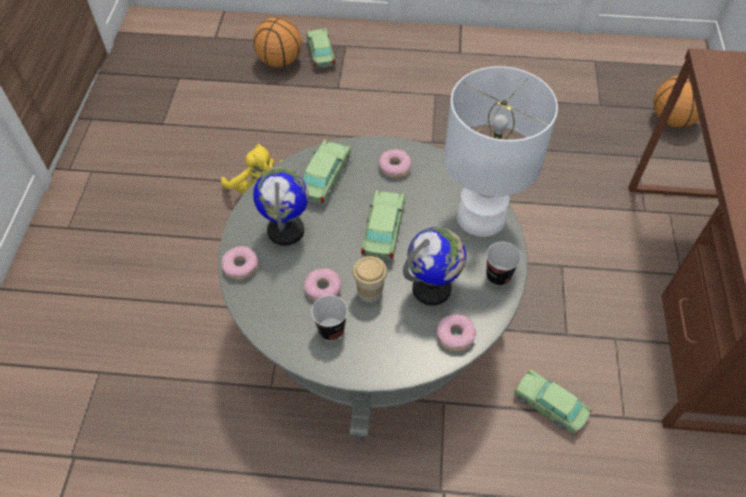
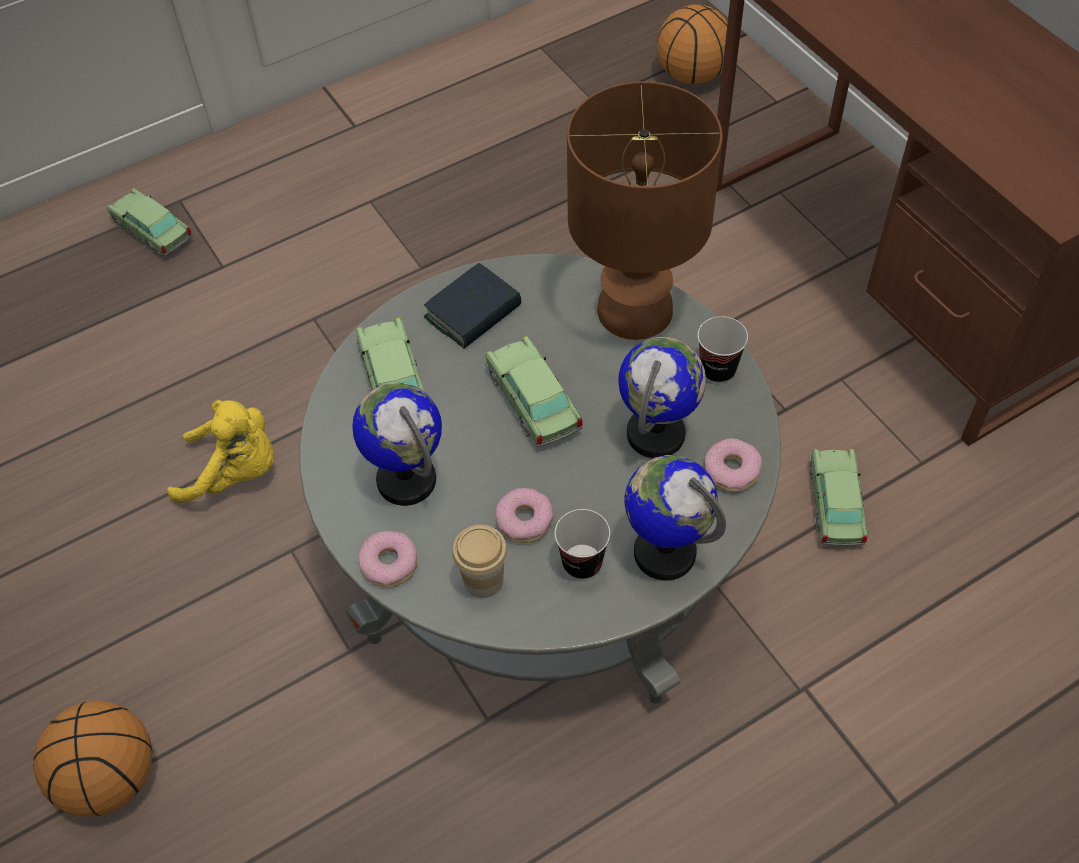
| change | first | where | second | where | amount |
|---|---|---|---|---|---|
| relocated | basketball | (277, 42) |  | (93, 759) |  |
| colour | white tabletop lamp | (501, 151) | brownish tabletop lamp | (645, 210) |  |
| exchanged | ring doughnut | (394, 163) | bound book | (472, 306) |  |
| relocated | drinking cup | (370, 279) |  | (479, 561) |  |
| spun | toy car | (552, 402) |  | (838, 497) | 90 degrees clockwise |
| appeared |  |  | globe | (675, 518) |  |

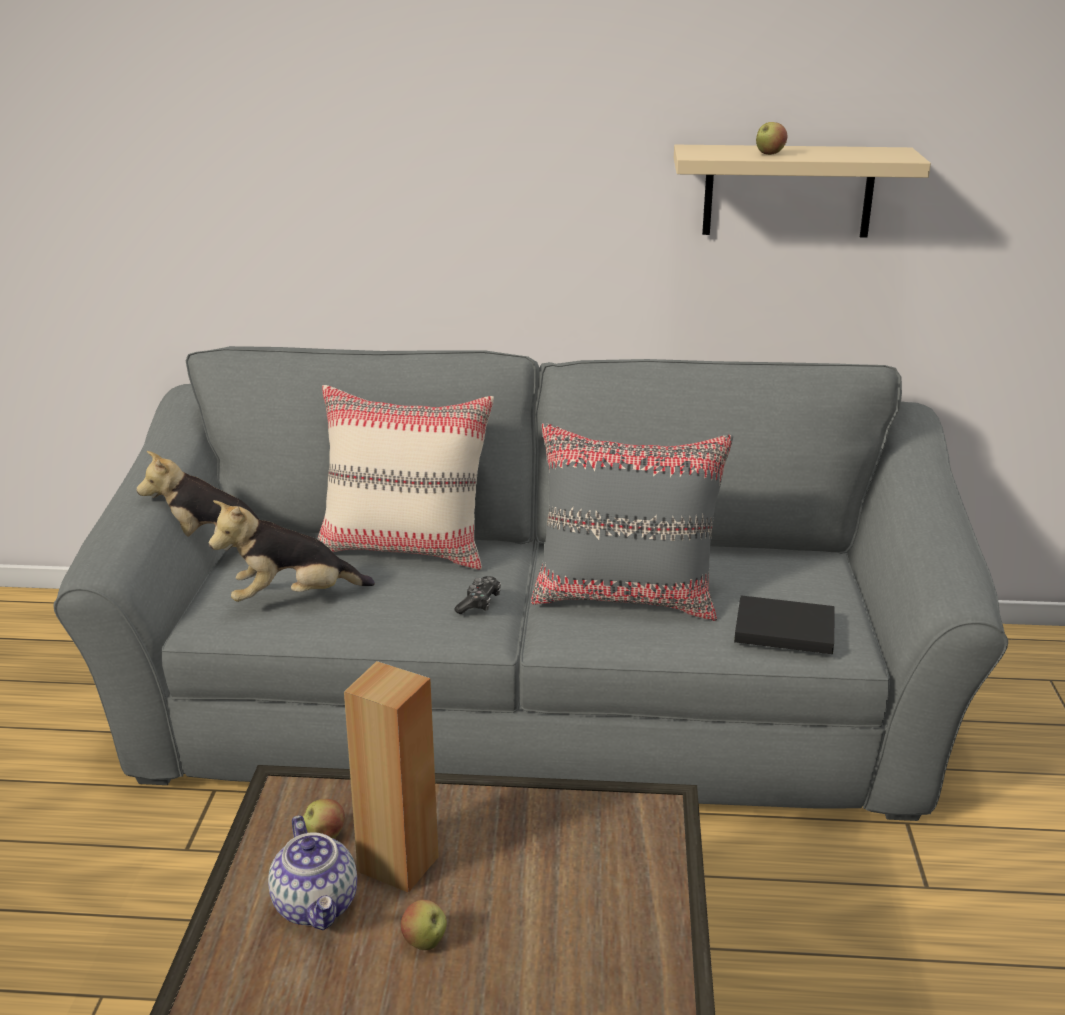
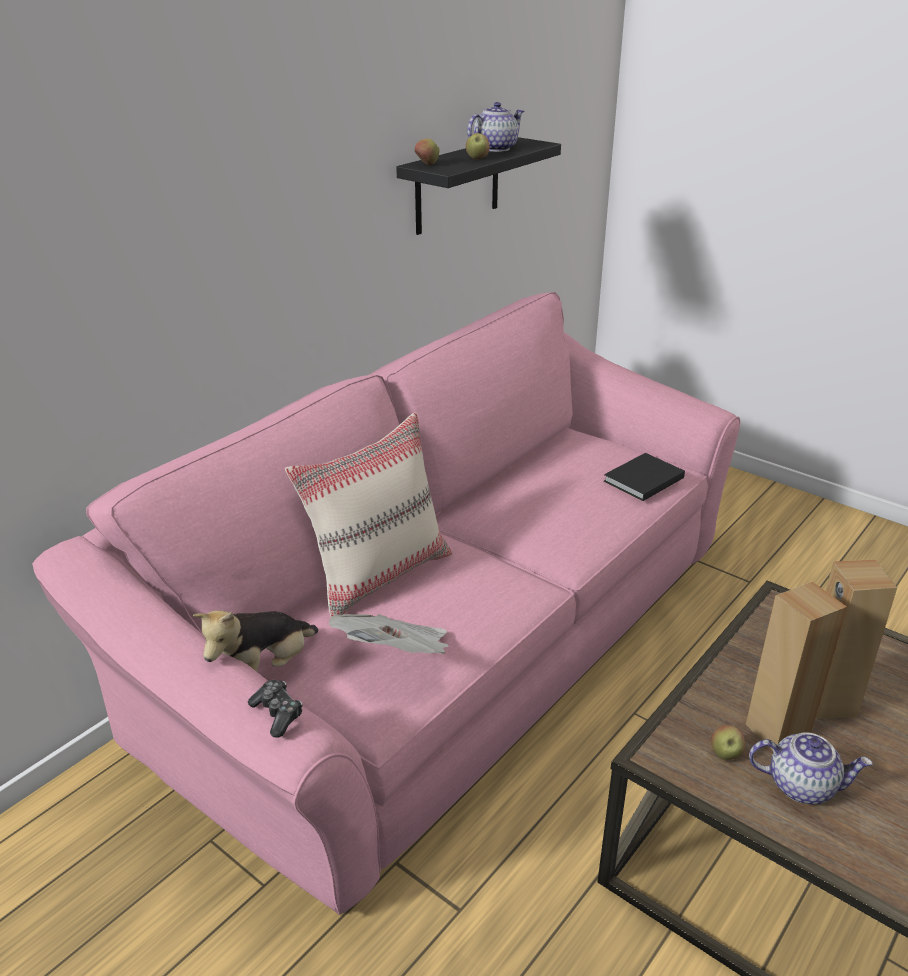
| change | first | where | second | where | amount |
|---|---|---|---|---|---|
| colour | beige-coloured wall shelf | (802, 191) | black-coloured wall shelf | (478, 186) |  |
| colour | grey settee | (530, 583) | pink-coloured settee | (386, 603) |  |
| missing | grey pillow | (632, 522) |  |  |  |
| exchanged | cuddly toy | (292, 551) | daily paper | (389, 634) |  |
| relocated | gamepad | (477, 595) |  | (275, 709) |  |
| relocated | apple | (424, 925) |  | (427, 152) |  |
| appeared |  |  | tea pot | (495, 127) |  |
| appeared |  |  | brownish loudspeaker | (856, 640) |  |

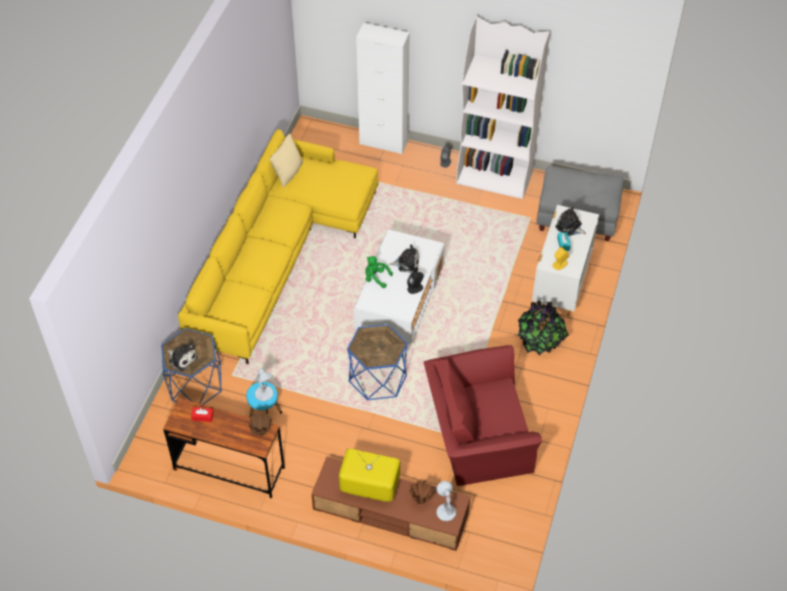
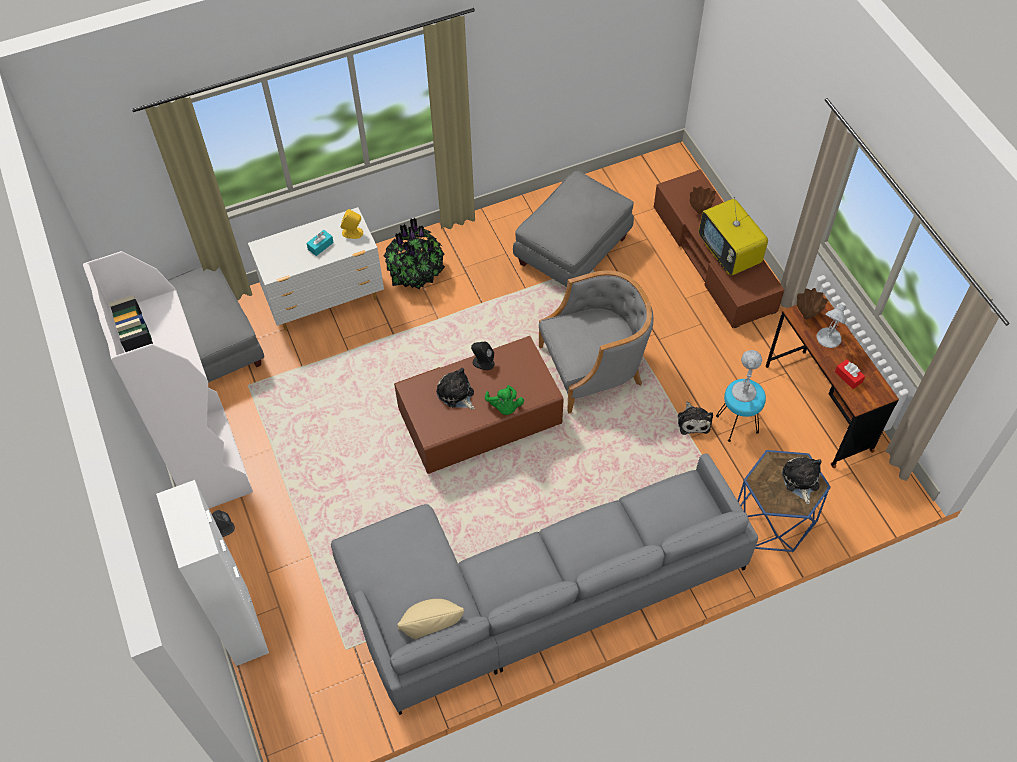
| change | first | where | second | where | amount |
|---|---|---|---|---|---|
| colour | yellow-coloured settee | (278, 247) | grey settee | (544, 584) |  |
| relocated | cuddly toy | (570, 221) |  | (695, 418) |  |
| colour | white low table | (399, 286) | brownish low table | (479, 405) |  |
| exchanged | blue-coloured end table | (377, 362) | grey easy chair | (596, 342) |  |
| exchanged | red easy chair | (483, 415) | grey footrest | (573, 228) |  |
| relocated | white tabletop lamp | (446, 501) |  | (831, 325) |  |

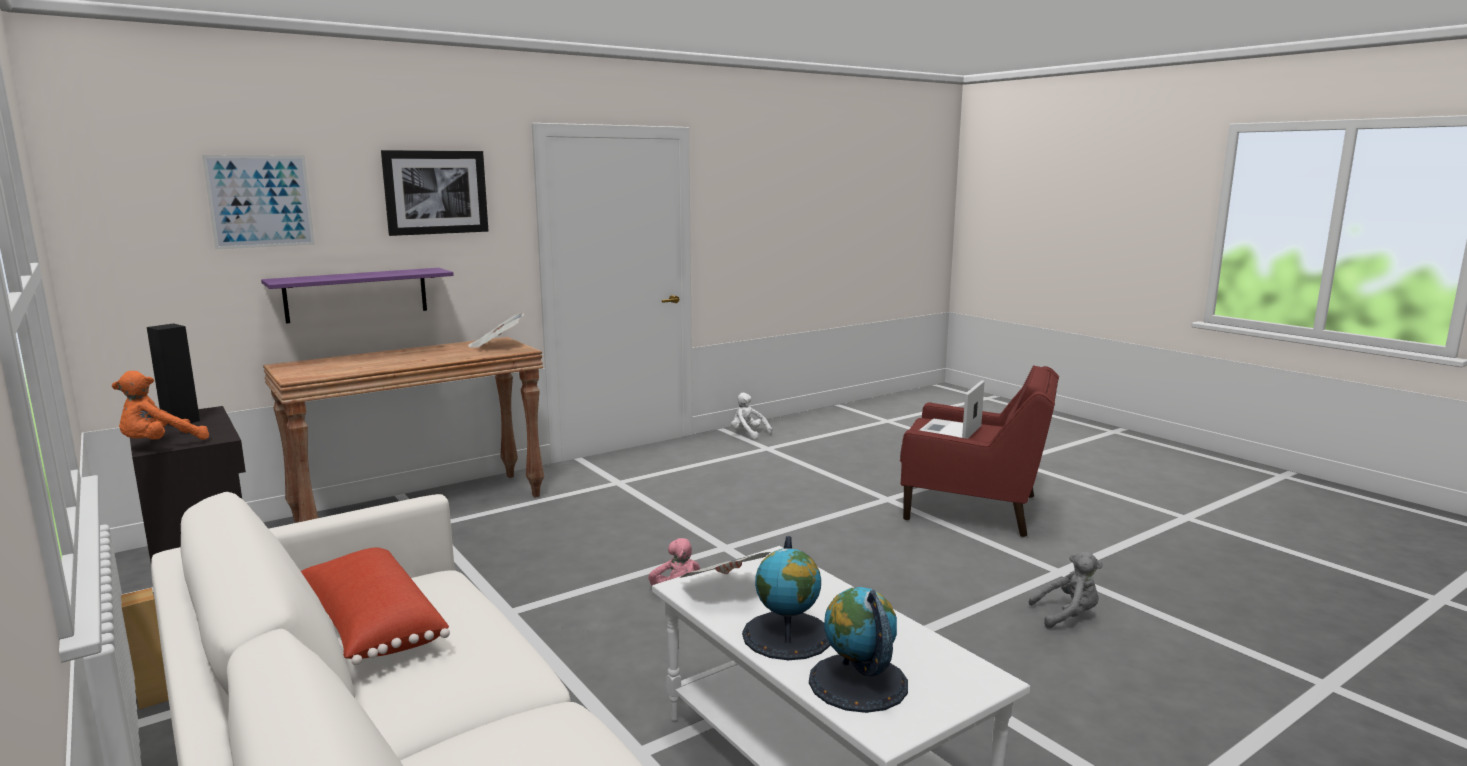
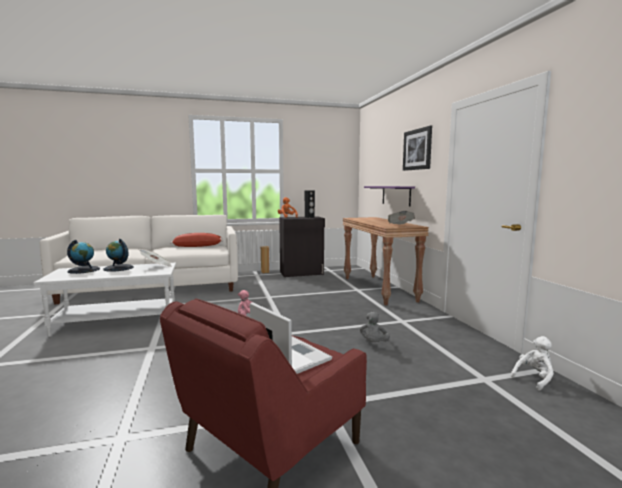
| change | first | where | second | where | amount |
|---|---|---|---|---|---|
| missing | wall art | (258, 202) |  |  |  |
| relocated | grey cuddly toy | (1065, 590) |  | (375, 327) |  |

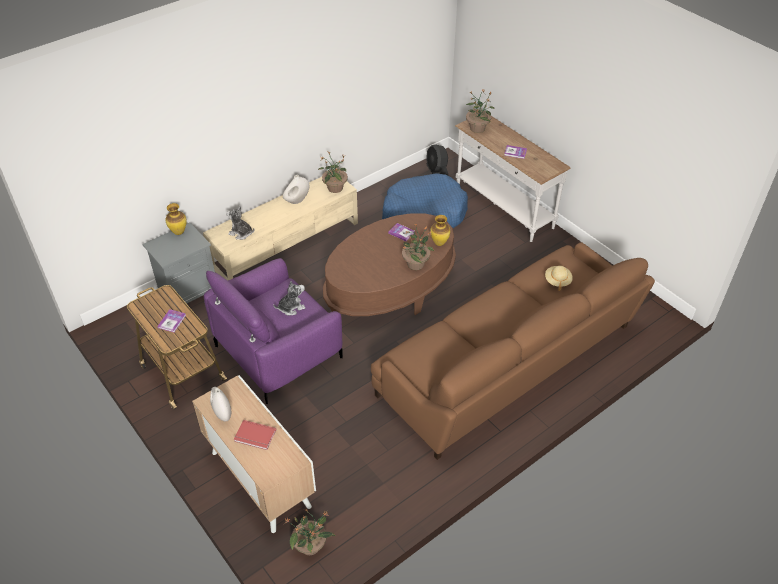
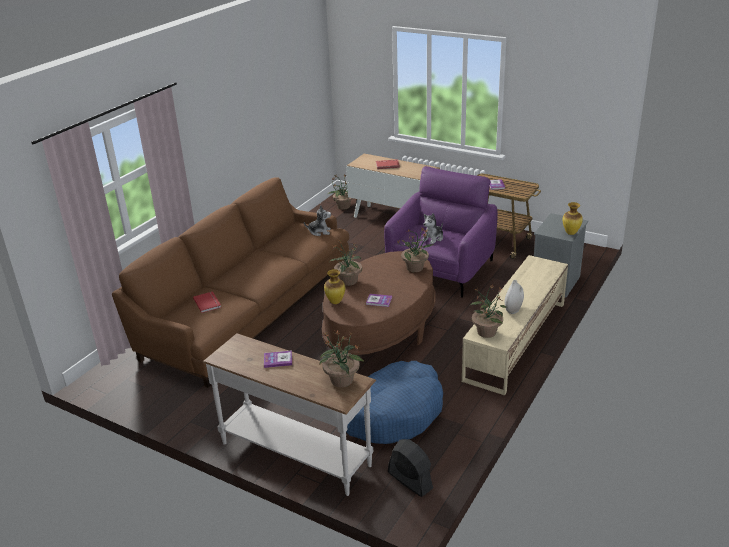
| change | first | where | second | where | amount |
|---|---|---|---|---|---|
| relocated | cuddly toy | (240, 223) |  | (317, 220) |  |
| exchanged | beige-coloured wearable hat | (559, 278) | red bound book | (207, 302) |  |
| missing | white vase | (220, 404) |  |  |  |
| appeared |  |  | potted plant | (414, 249) |  |

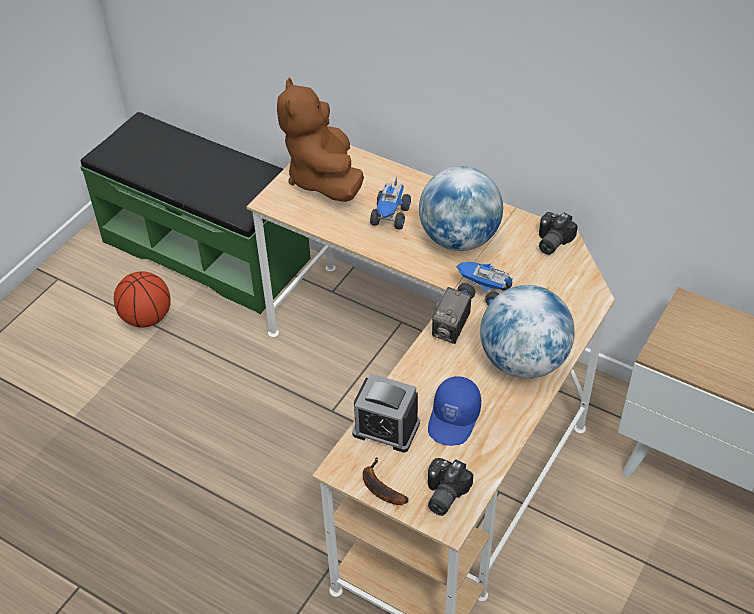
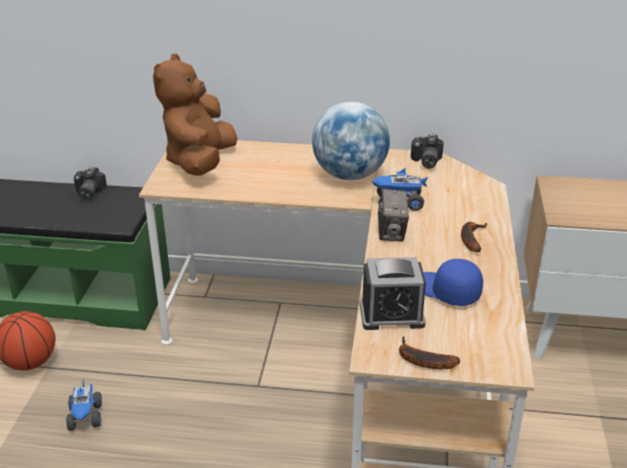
| change | first | where | second | where | amount |
|---|---|---|---|---|---|
| spun | brownish cuddly toy | (320, 140) |  | (195, 114) | 45 degrees clockwise |
| relocated | toy lorry | (390, 203) |  | (84, 405) |  |
| exchanged | globe | (527, 332) | whole banana | (474, 237) |  |
| spun | blue-coloured cap | (454, 411) |  | (453, 282) | 135 degrees clockwise |
| relocated | still camera | (450, 487) |  | (90, 183) |  |

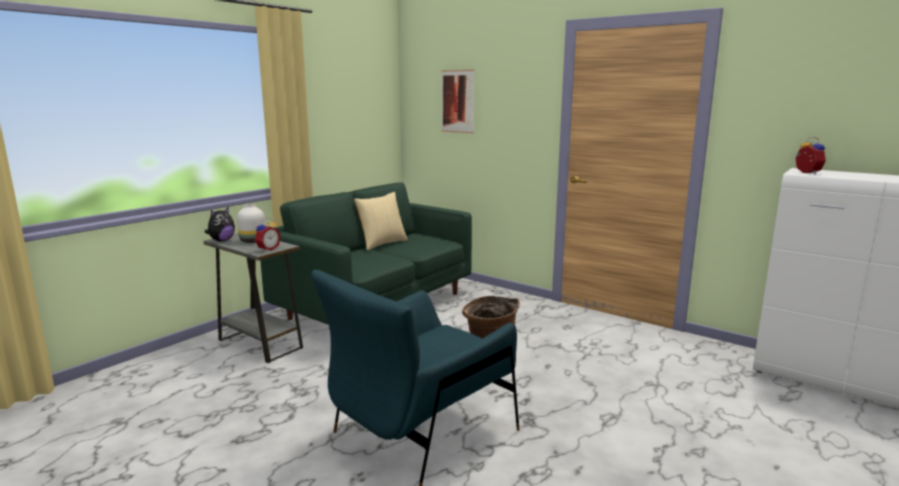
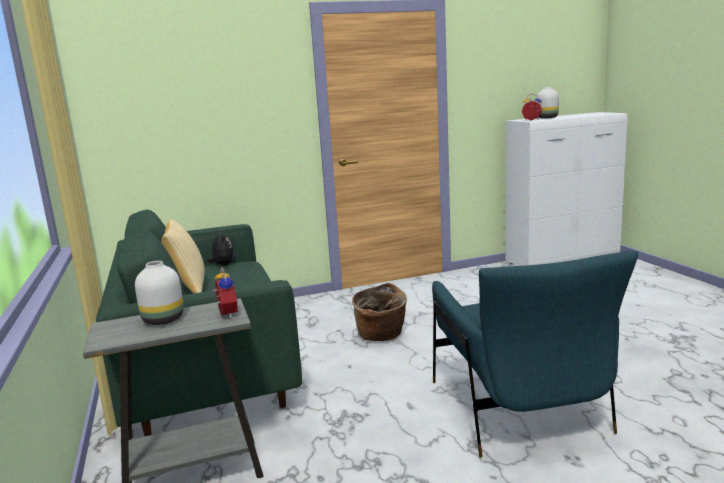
| change | first | where | second | where | amount |
|---|---|---|---|---|---|
| missing | wall art | (457, 101) |  |  |  |
| relocated | cuddly toy | (220, 224) |  | (220, 248) |  |
| appeared |  |  | white vase | (547, 103) |  |

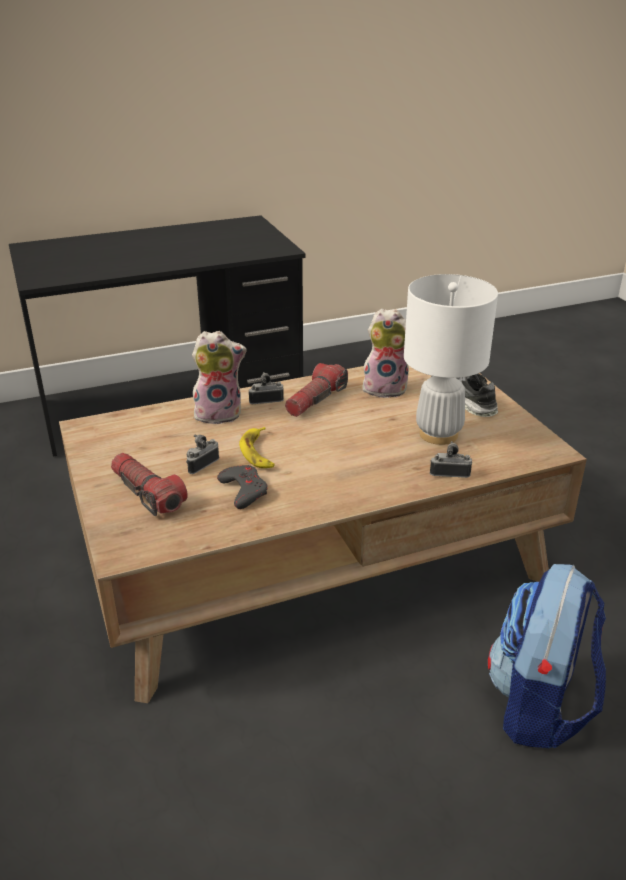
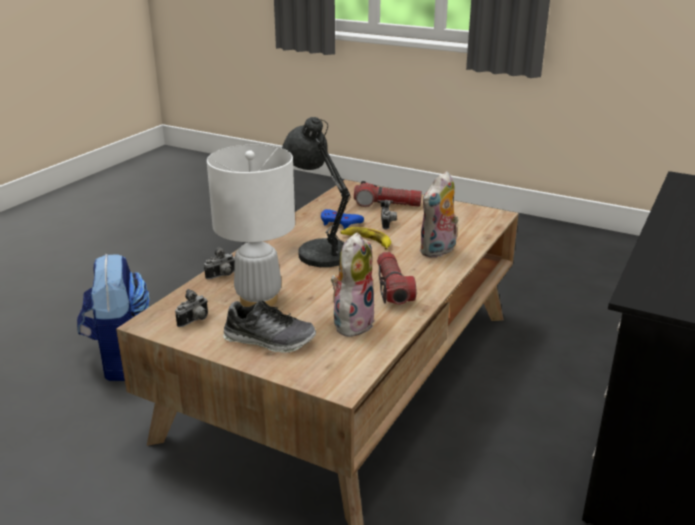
| change | first | where | second | where | amount |
|---|---|---|---|---|---|
| spun | cuddly toy | (385, 353) |  | (353, 284) | 150 degrees clockwise |
| relocated | still camera | (266, 388) |  | (191, 308) |  |
| colour | grey gamepad | (242, 487) | blue-coloured gamepad | (342, 219) |  |
| appeared |  |  | grey tabletop lamp | (316, 192) |  |

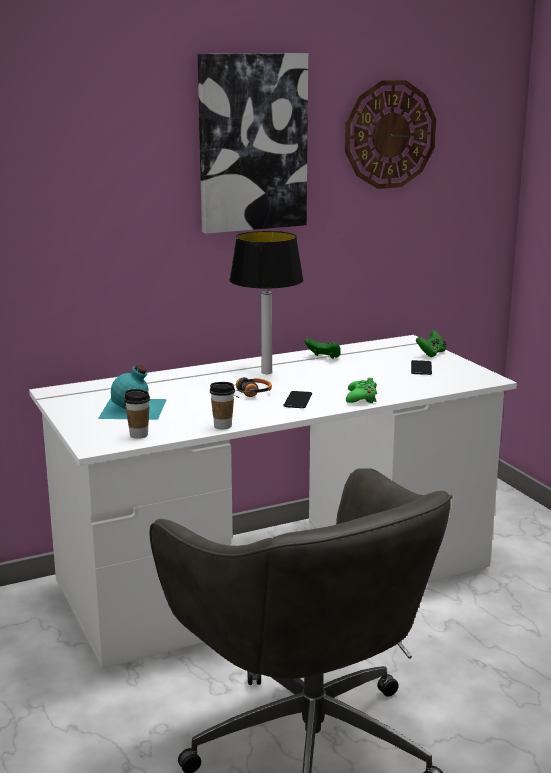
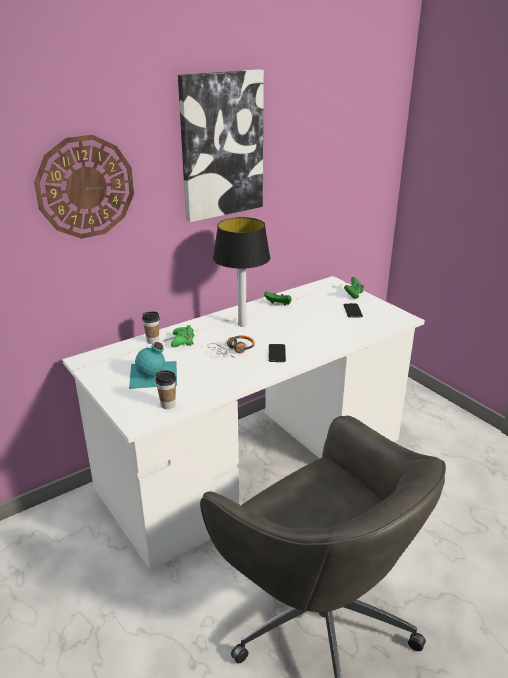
| change | first | where | second | where | amount |
|---|---|---|---|---|---|
| relocated | hanging clock | (390, 134) |  | (84, 187) |  |
| relocated | greenish gamepad | (361, 390) |  | (183, 336) |  |
| relocated | drinking cup | (222, 405) |  | (151, 327) |  |

